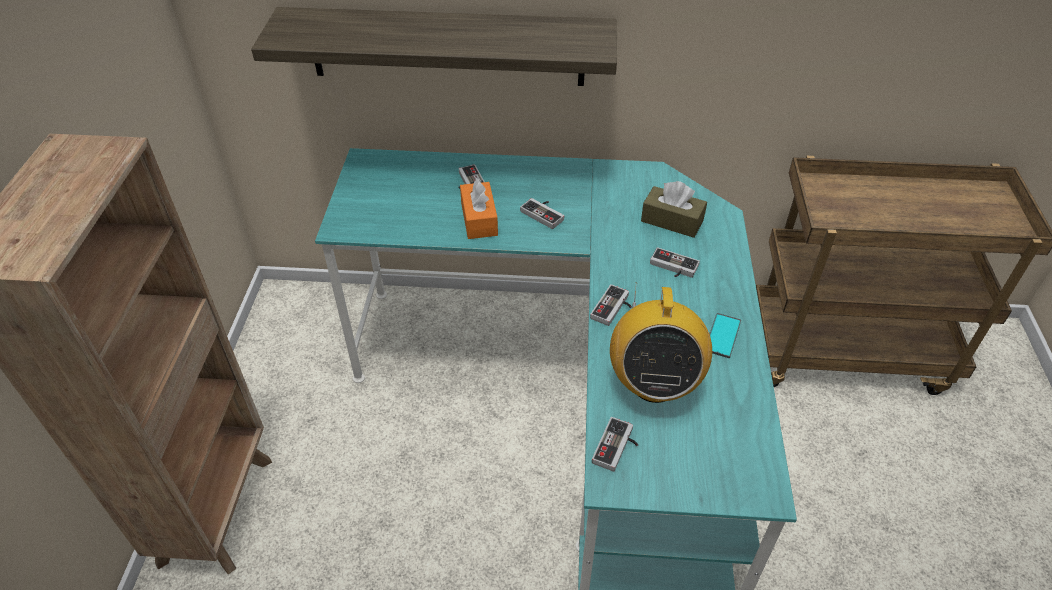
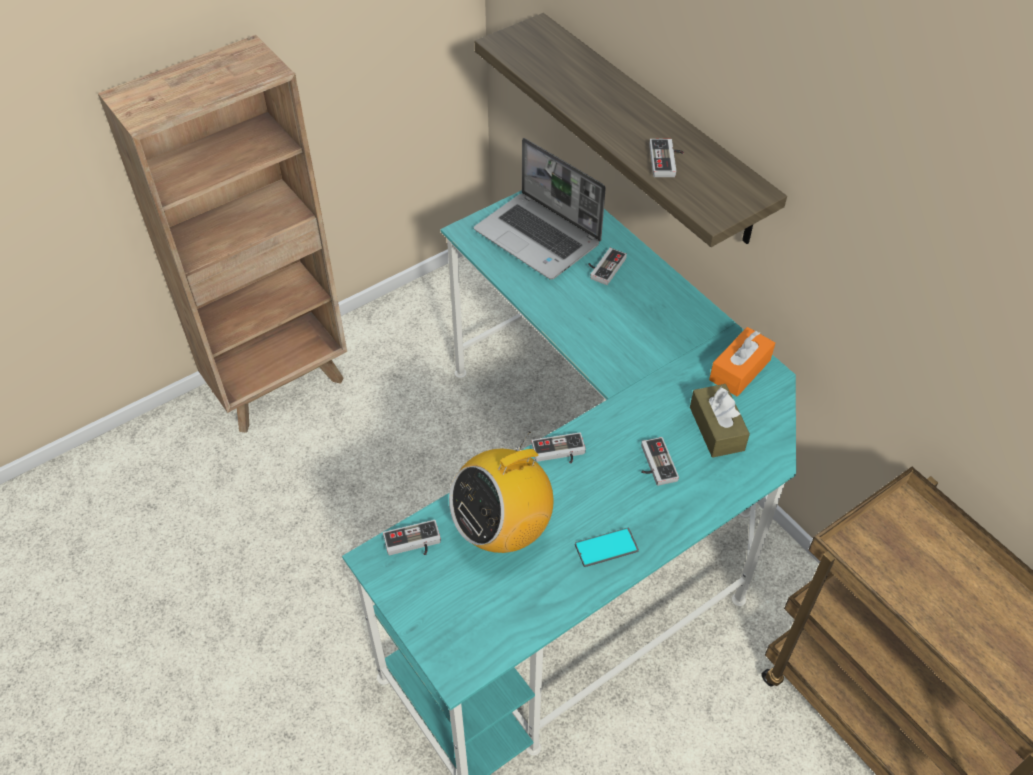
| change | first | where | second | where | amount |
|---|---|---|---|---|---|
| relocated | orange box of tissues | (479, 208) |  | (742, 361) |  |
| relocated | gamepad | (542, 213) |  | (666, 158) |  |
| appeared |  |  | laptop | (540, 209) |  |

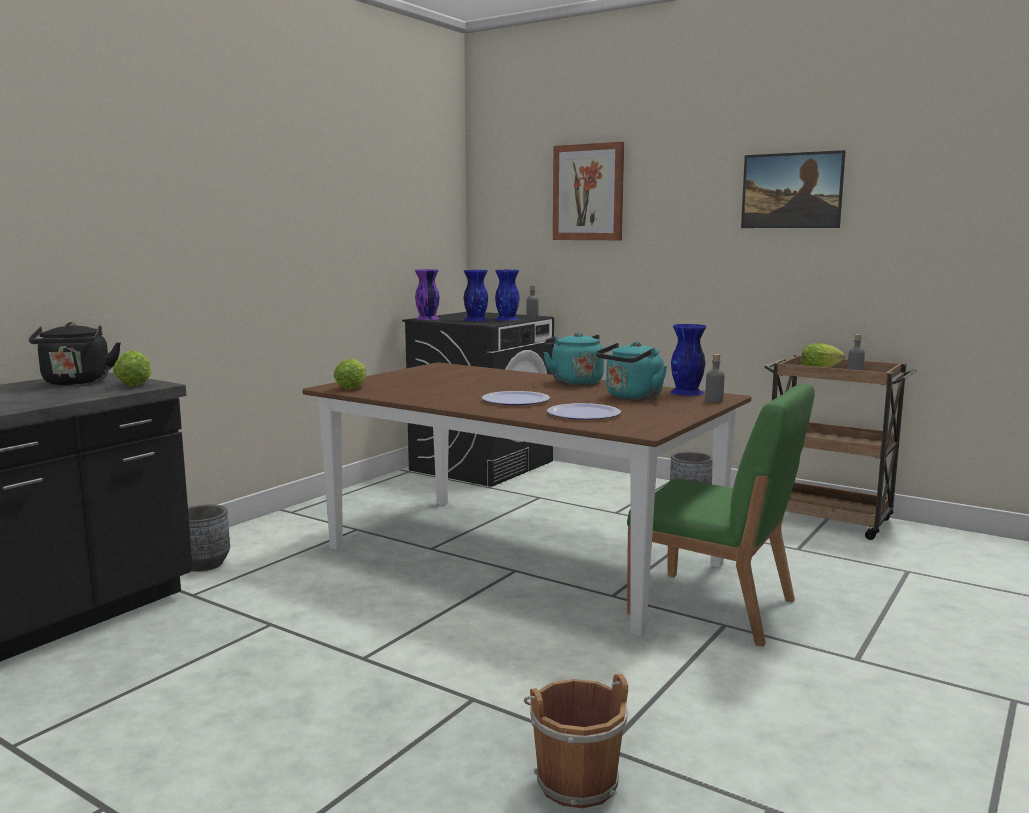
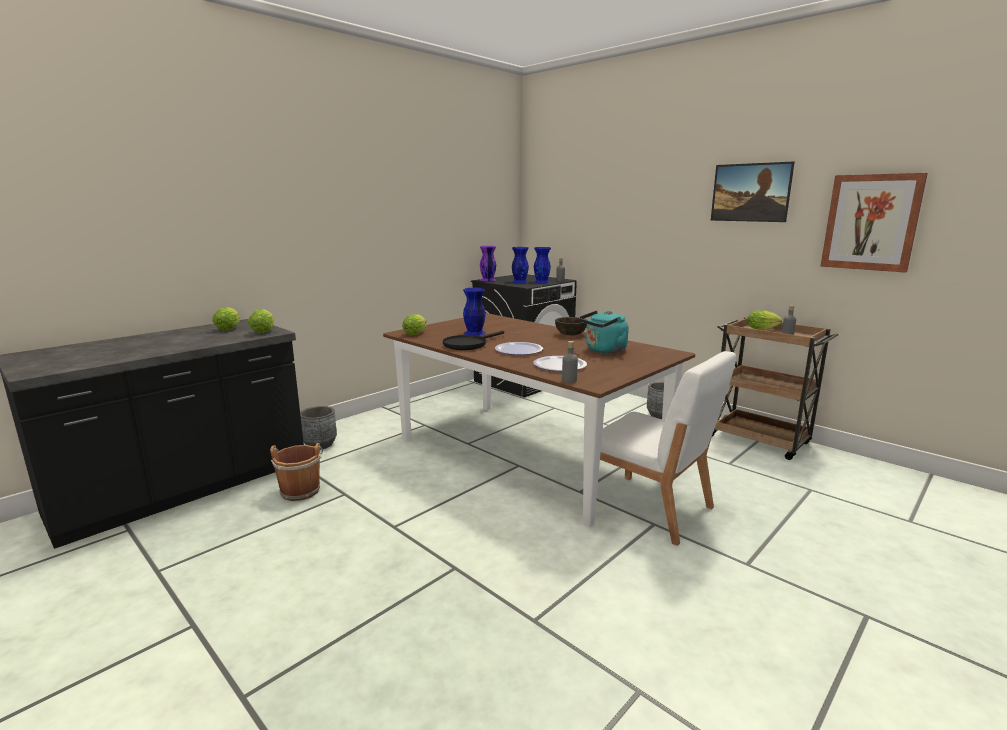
| change | first | where | second | where | amount |
|---|---|---|---|---|---|
| relocated | wall art | (588, 191) |  | (874, 223) |  |
| exchanged | black-coloured tea kettle | (75, 353) | lettuce | (225, 319) |  |
| relocated | blue-coloured vase | (688, 360) |  | (474, 312) |  |
| exchanged | blue-green tea kettle | (573, 358) | brownish bowl | (571, 326) |  |
| relocated | grey drink bottle | (715, 378) |  | (570, 362) |  |
| colour | greenish chair | (721, 515) | white chair | (668, 448) |  |
| relocated | brownish bucket | (576, 741) |  | (296, 472) |  |
| appeared |  |  | black-coloured skillet | (473, 340) |  |

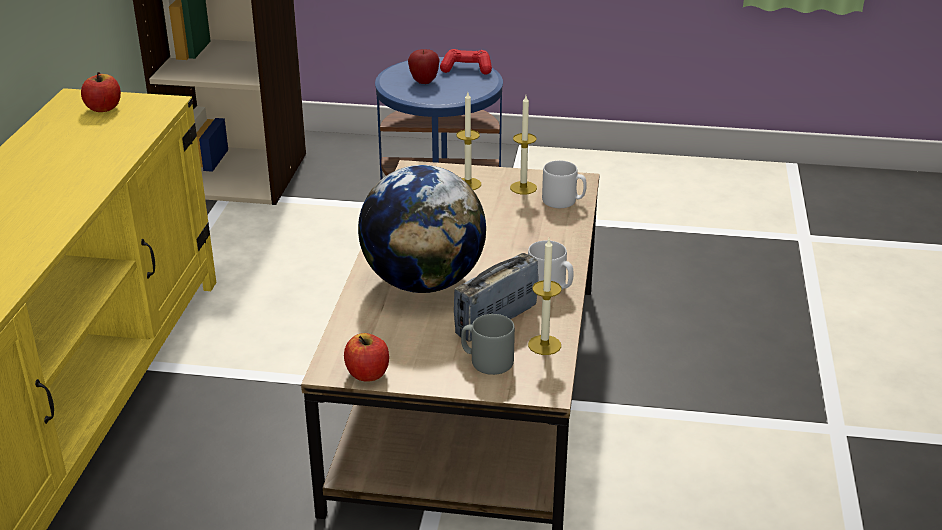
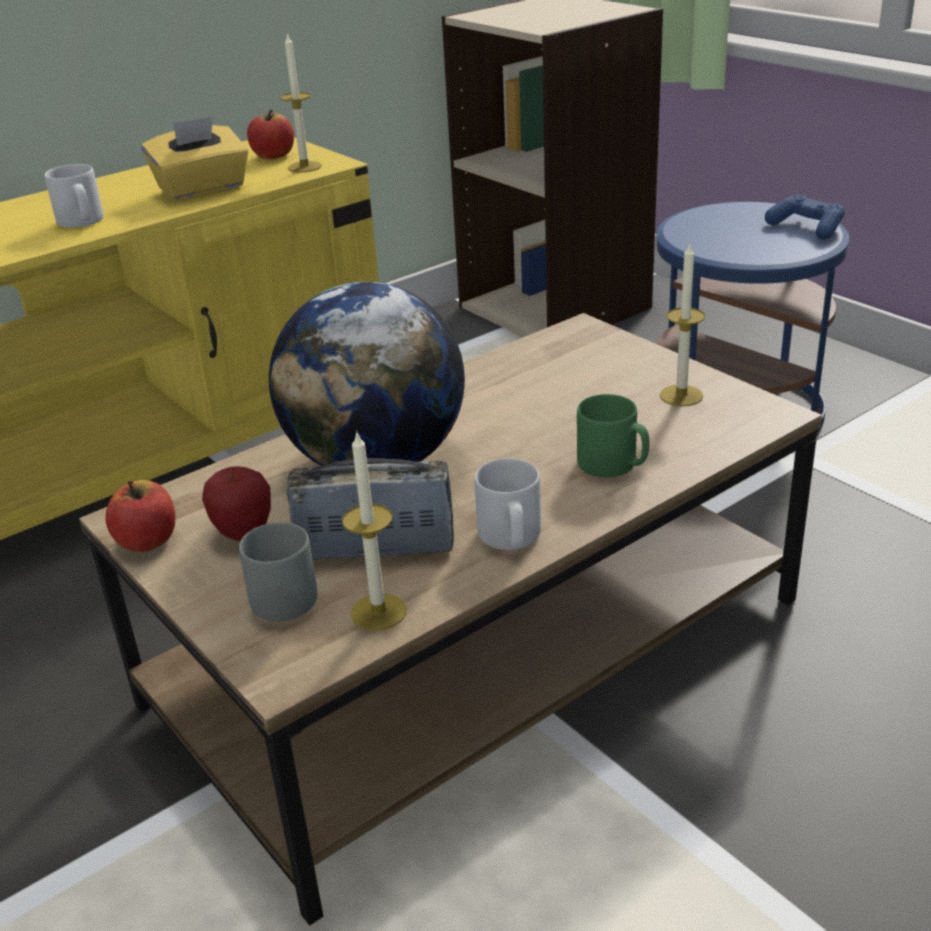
| change | first | where | second | where | amount |
|---|---|---|---|---|---|
| relocated | apple | (424, 66) |  | (236, 503) |  |
| colour | red gamepad | (466, 62) | blue-coloured gamepad | (805, 217) |  |
| relocated | candle | (468, 141) |  | (301, 103) |  |
| relocated | grey mug | (564, 184) |  | (74, 196) |  |
| appeared |  |  | yellow-coloured box of tissues | (195, 158) |  |
| appeared |  |  | greenish mug | (613, 435) |  |

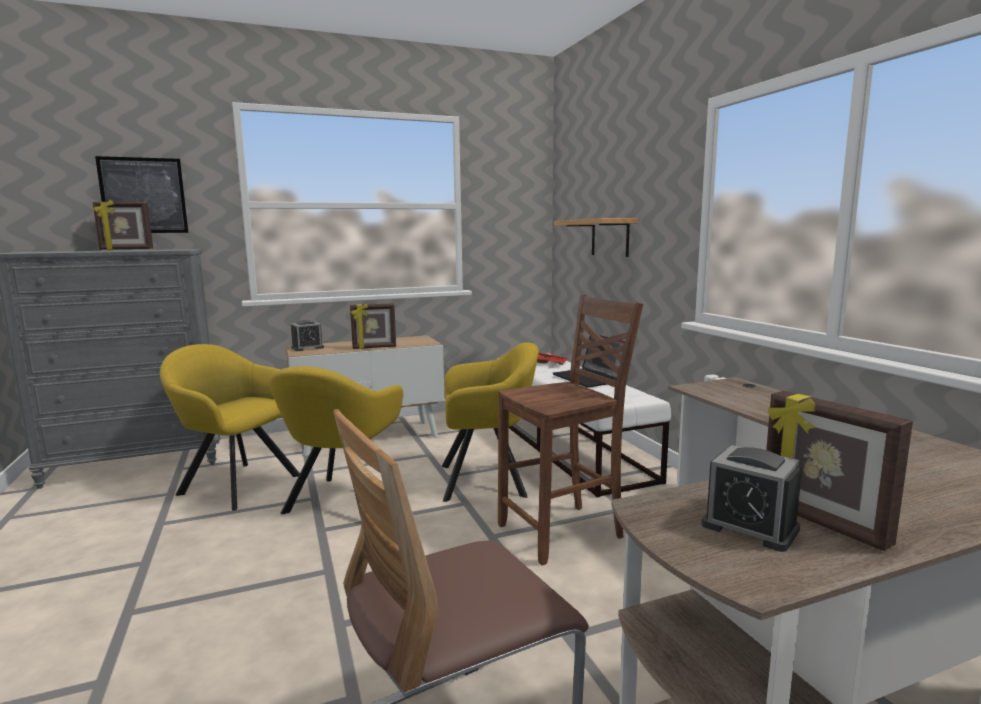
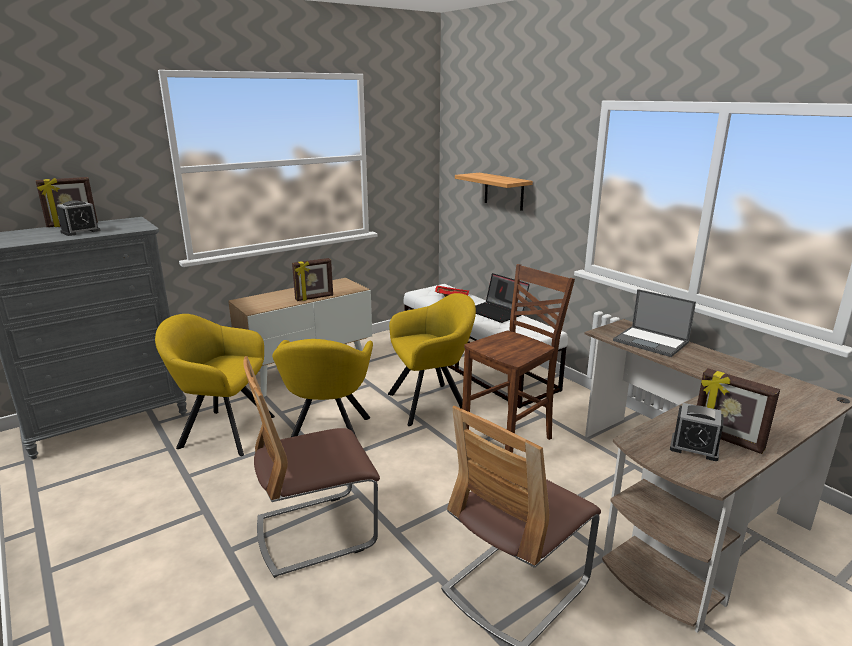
| change | first | where | second | where | amount |
|---|---|---|---|---|---|
| missing | wall art | (141, 194) |  |  |  |
| relocated | alarm clock | (307, 335) |  | (78, 218) |  |
| appeared |  |  | laptop | (654, 323) |  |
| appeared |  |  | chair | (311, 467) |  |

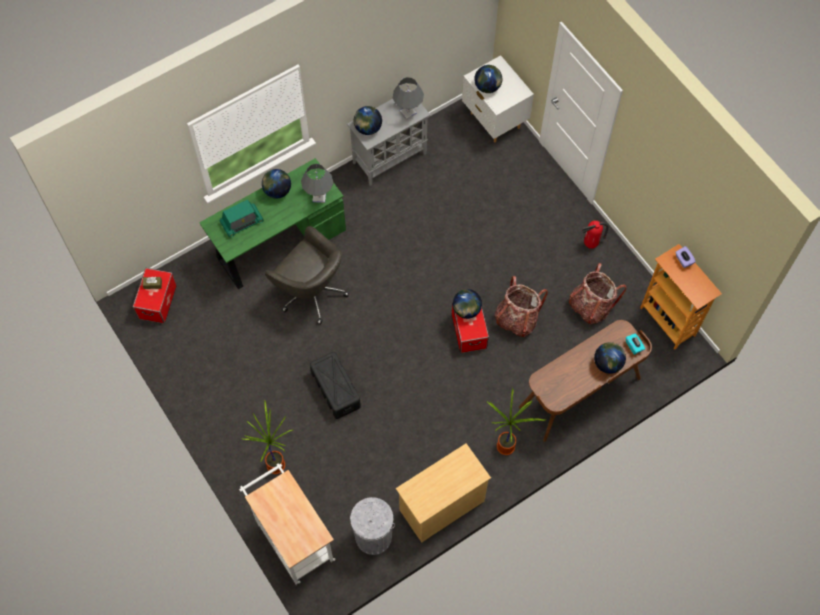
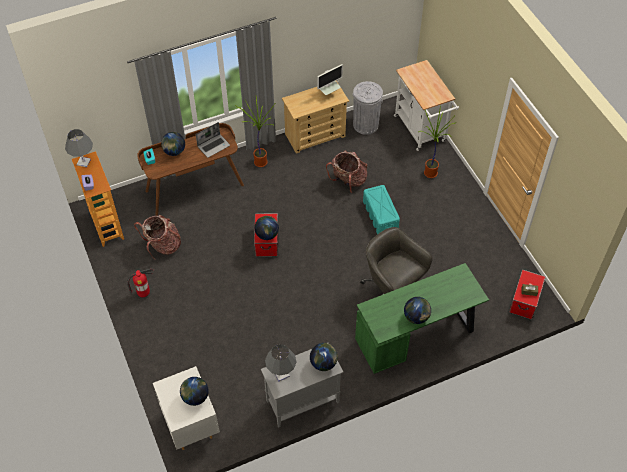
| change | first | where | second | where | amount |
|---|---|---|---|---|---|
| relocated | grey tabletop lamp | (317, 183) |  | (79, 148) |  |
| missing | radio set | (241, 218) |  |  |  |
| relocated | knapsack | (521, 306) |  | (346, 172) |  |
| colour | black-coloured storage container | (335, 385) | blue-green storage container | (381, 209) |  |
| appeared |  |  | monitor | (330, 79) |  |
| appeared |  |  | laptop | (213, 140) |  |

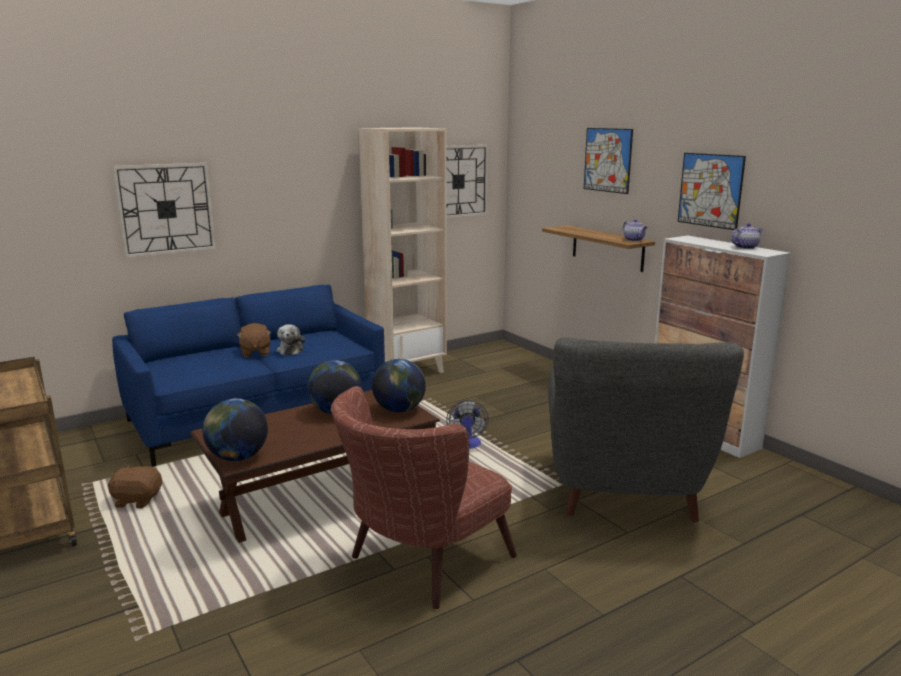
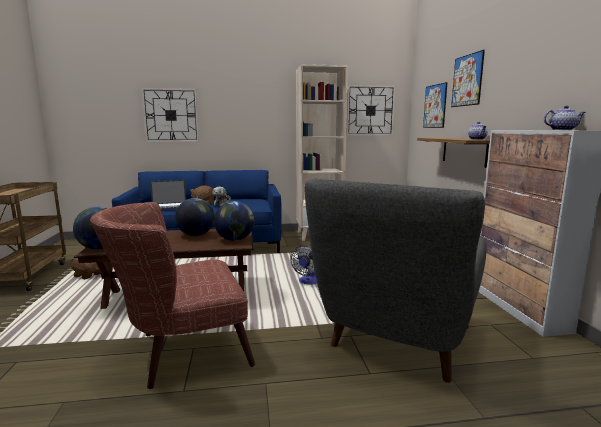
| change | first | where | second | where | amount |
|---|---|---|---|---|---|
| relocated | wall art | (712, 191) |  | (435, 105) |  |
| appeared |  |  | laptop | (168, 195) |  |

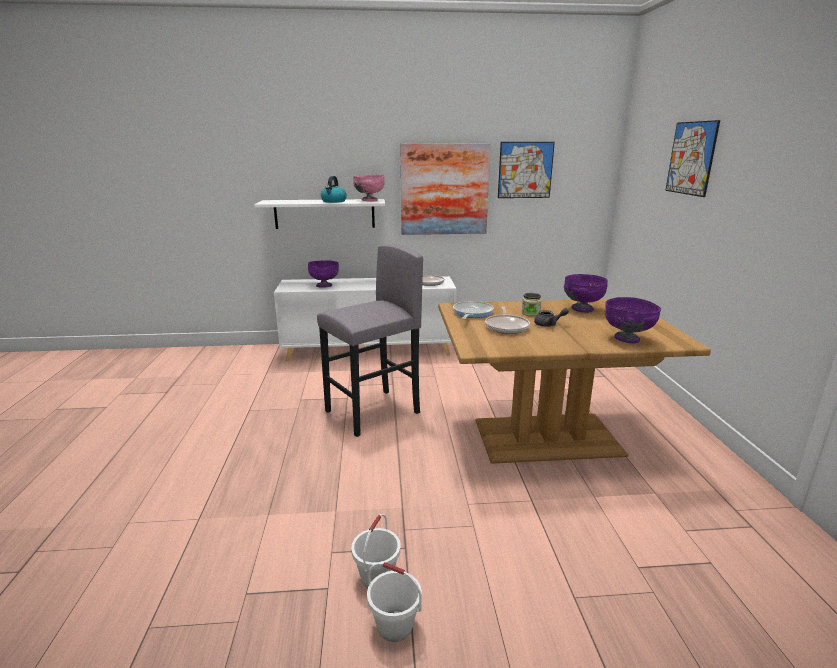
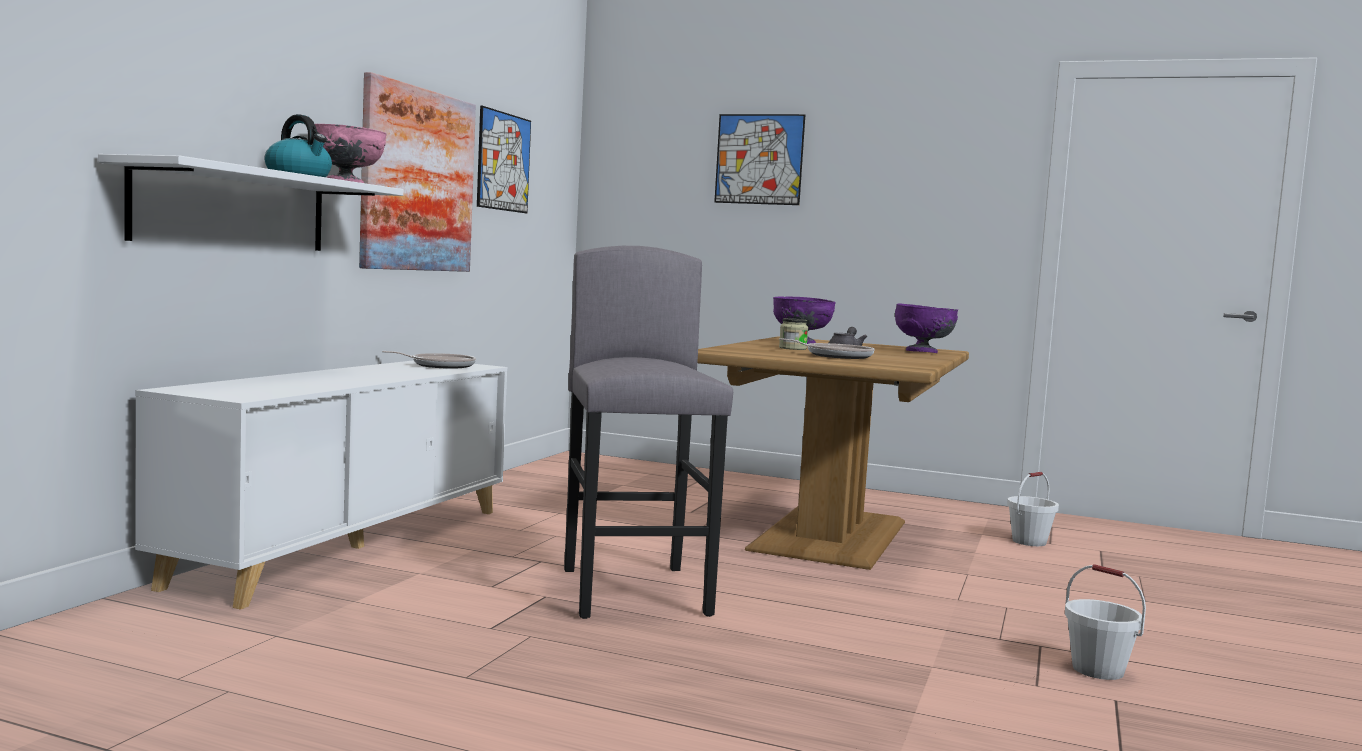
| change | first | where | second | where | amount |
|---|---|---|---|---|---|
| missing | purple-coloured bowl | (323, 274) |  |  |  |
| missing | skillet | (473, 310) |  |  |  |
| relocated | white bucket | (394, 602) |  | (1033, 509) |  |

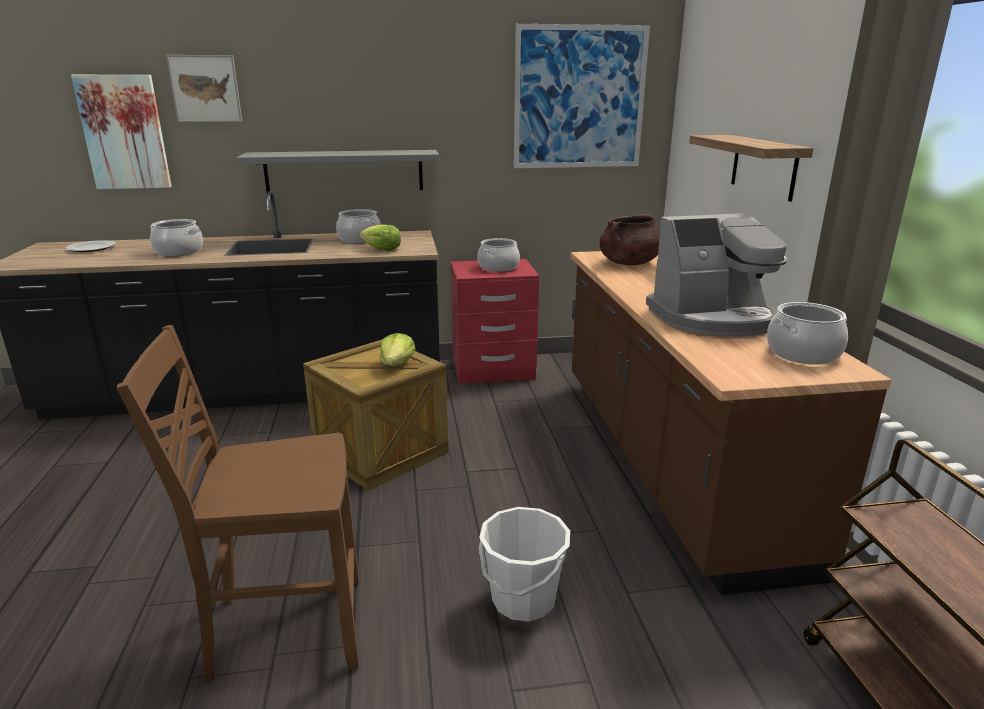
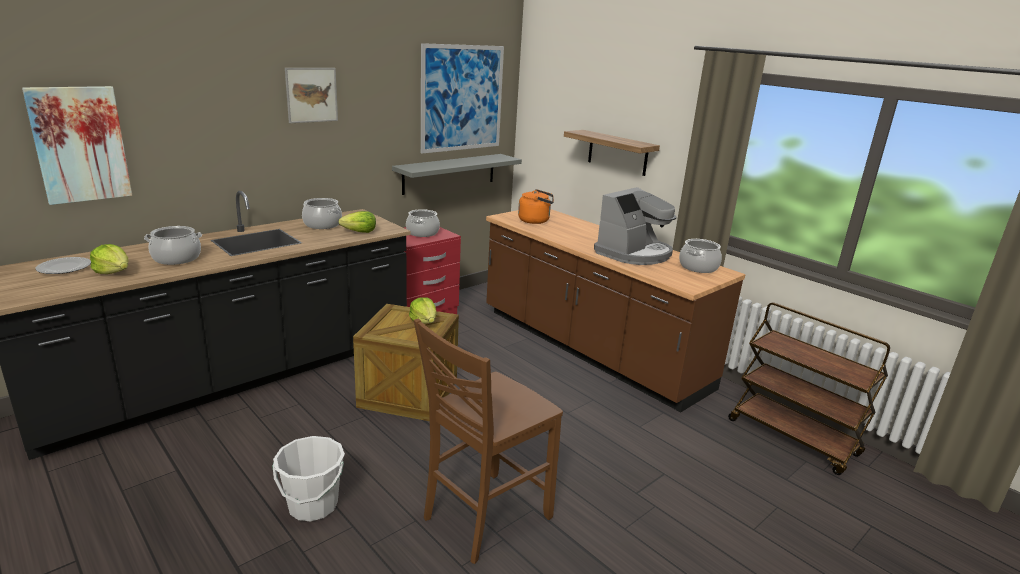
| change | first | where | second | where | amount |
|---|---|---|---|---|---|
| relocated | wall art | (204, 88) |  | (311, 95) |  |
| relocated | grey wall shelf | (338, 171) |  | (457, 174) |  |
| exchanged | brownish saucepot | (629, 239) | orange tea kettle | (536, 206) |  |
| relocated | white bucket | (524, 564) |  | (308, 478) |  |
| appeared |  |  | lettuce | (109, 259) |  |

